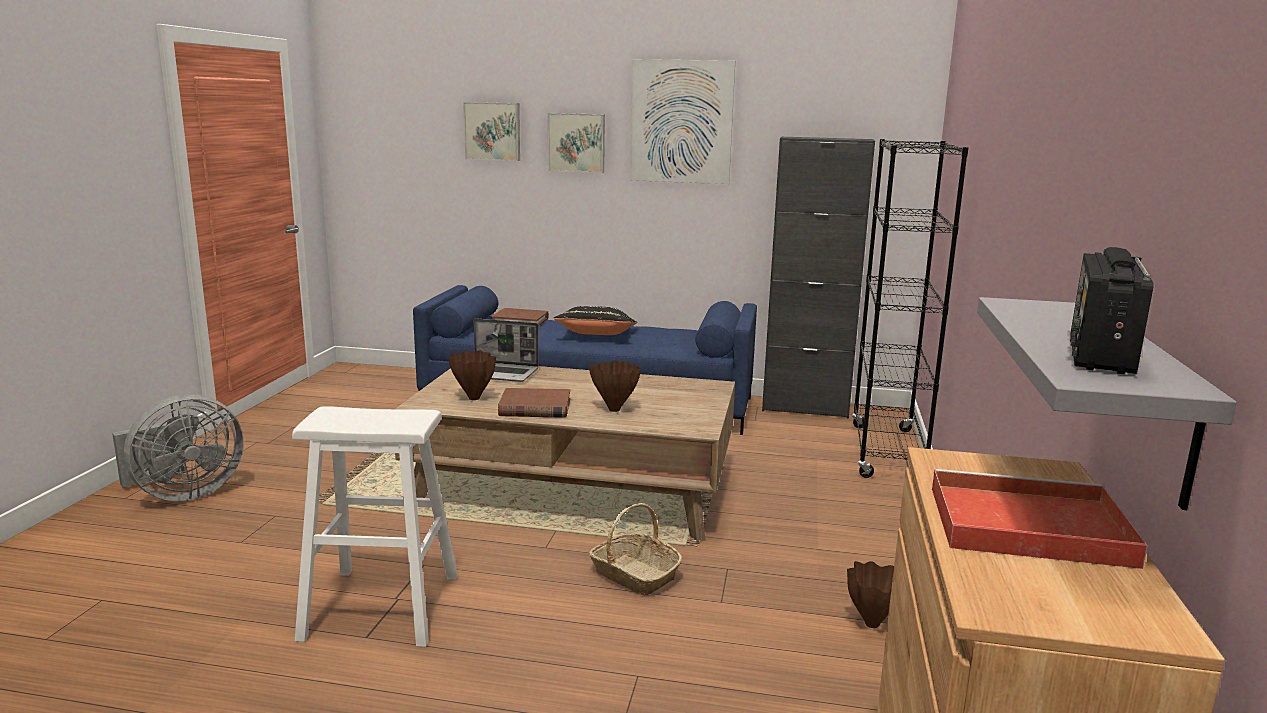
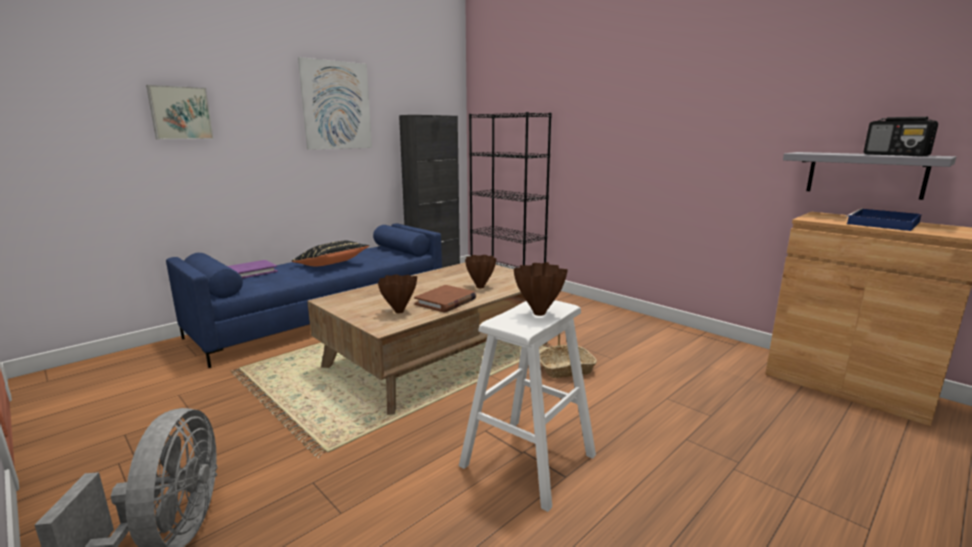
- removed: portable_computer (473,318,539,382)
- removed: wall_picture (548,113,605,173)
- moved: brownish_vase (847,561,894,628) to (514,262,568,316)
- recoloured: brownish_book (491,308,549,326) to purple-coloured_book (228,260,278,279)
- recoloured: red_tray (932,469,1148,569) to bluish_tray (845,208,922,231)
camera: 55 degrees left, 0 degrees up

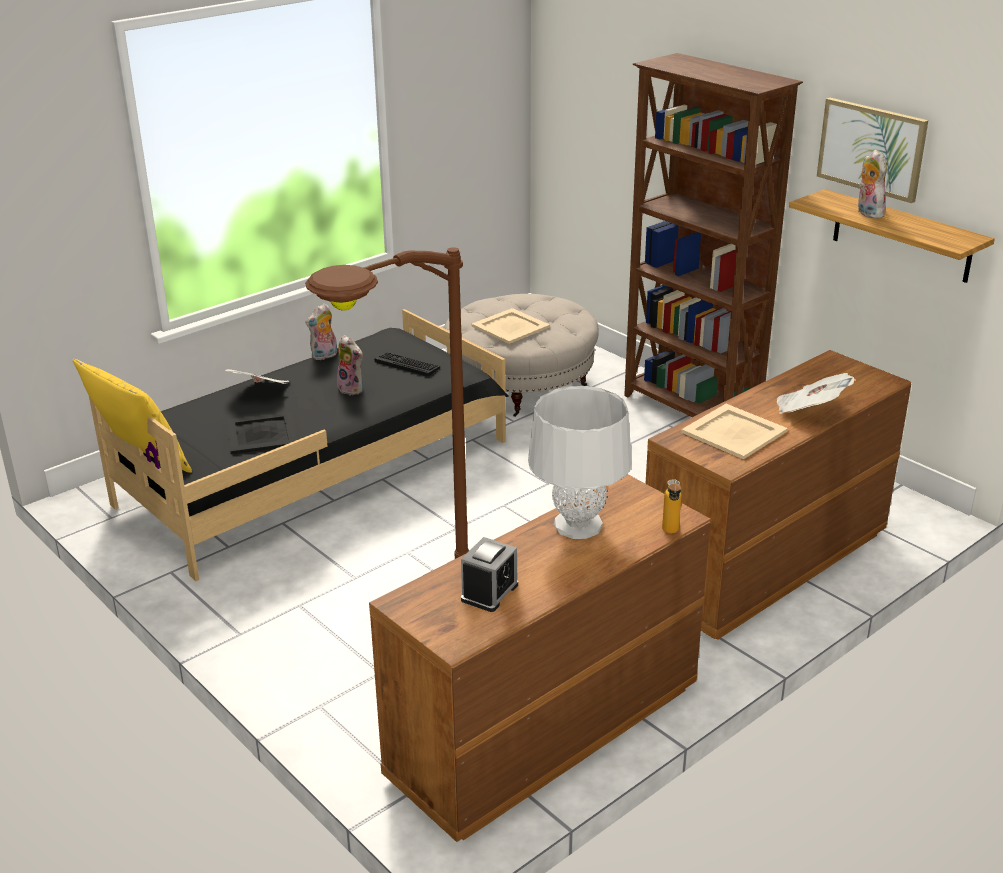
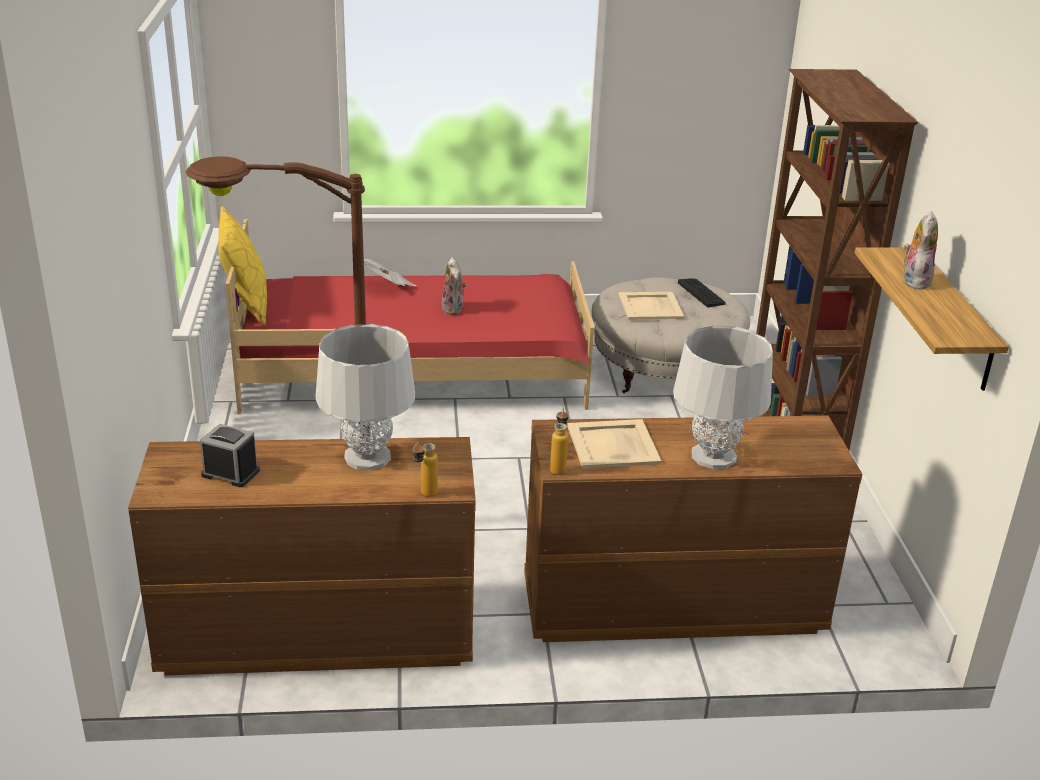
- removed: blackish_tray (226,412,297,454)
- removed: cuddly_toy (305,303,337,360)
- removed: wall_picture (817,98,928,203)
- added: beverage_bottle (550,407,568,475)
- moved: PC_keyboard (374,352,440,376) to (678,278,726,307)
- replaced: printed_paper (777,373,854,414) to gray_tabletop_lamp (673,325,773,469)
- recoloured: blackish_bed (89,309,509,581) to red_bed (225,219,594,415)
- turned: alarm_clock (461,537,518,612) = (200,424,260,487) 135 degrees counterclockwise
camera: 35 degrees right, 0 degrees up

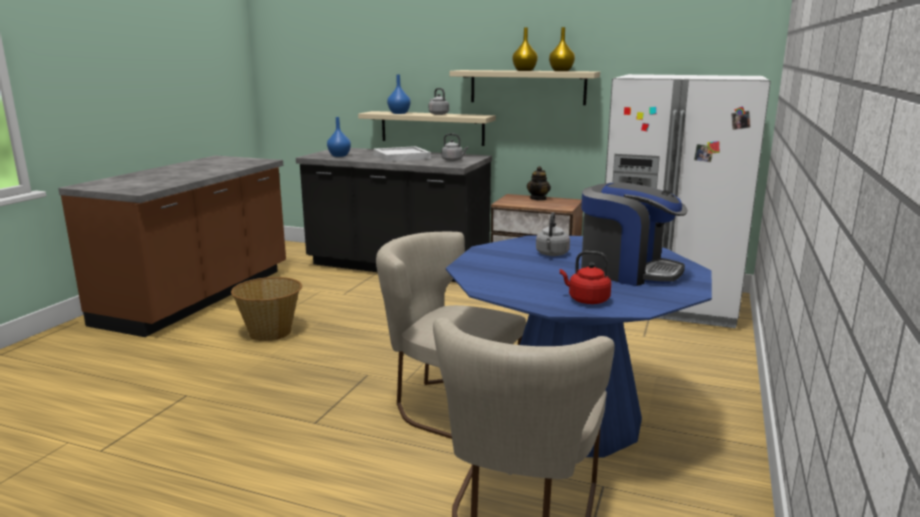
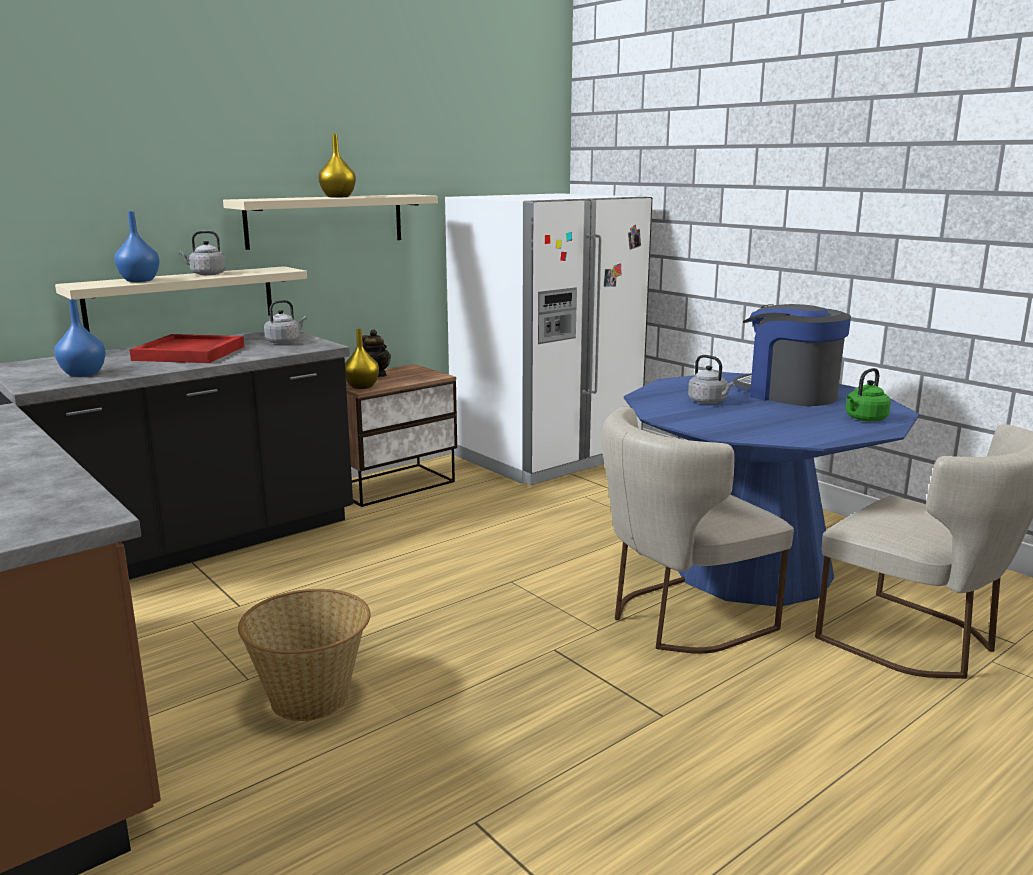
- moved: yellow_vase (549,27,575,71) to (345,329,379,389)
- recoloured: white_tray (373,146,431,162) to red_tray (130,334,244,363)
- recoloured: red_tea_kettle (560,251,611,304) to greenish_tea_kettle (846,368,891,422)
- turned: coffee_maker (581,182,688,286) = (733,304,851,406) 105 degrees counterclockwise
camera: 60 degrees left, 0 degrees up

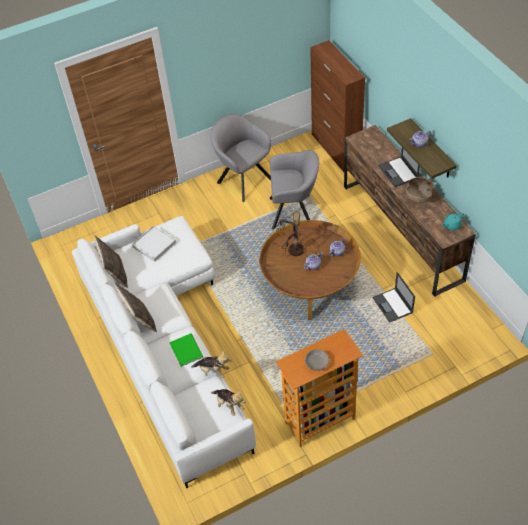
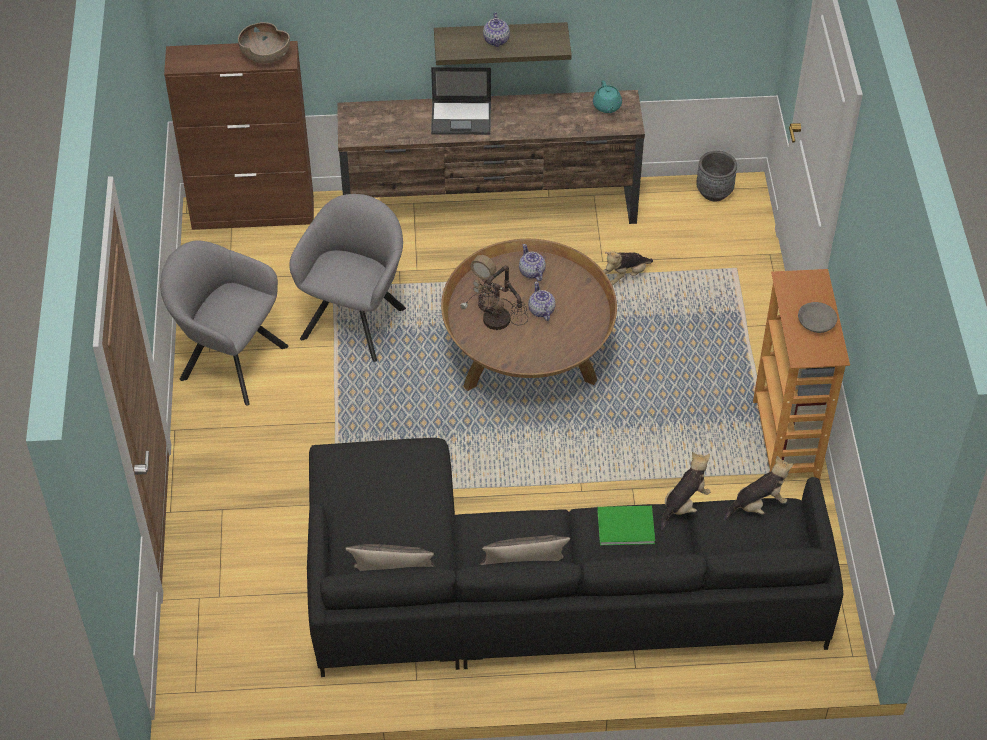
- removed: white_tray (132,226,176,262)
- added: gray_planter (696,151,737,201)
- moved: brownish_serving_bowl (406,177,434,203) to (238,22,290,64)
- replaced: portable_computer (372,272,415,323) to cuddly_toy (603,251,653,285)
- recoloured: white_couch (72,216,256,488) to blackish_couch (307,438,843,677)
- turned: gray_lounge_chair (210,114,271,202) = (160,240,288,406) 45 degrees clockwise
camera: 70 degrees left, 0 degrees up

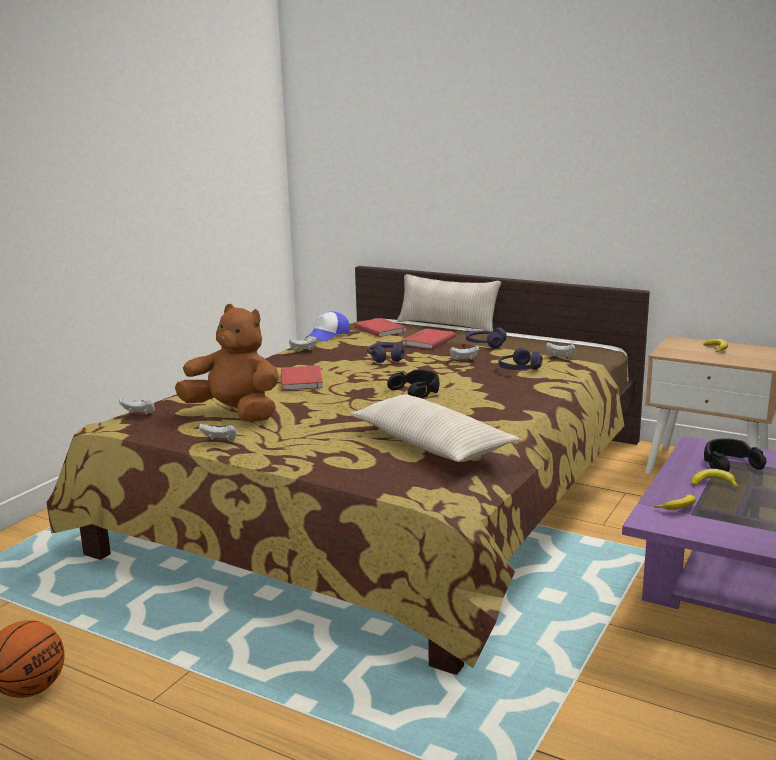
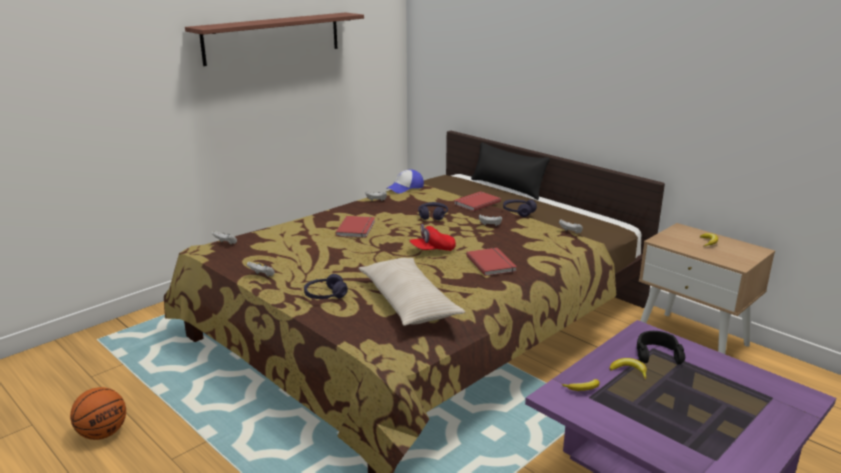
- removed: brownish_cuddly_toy (175,304,279,422)
- added: bracket_shelf (185,13,364,66)
- moved: red_book (354,318,407,337) to (466,248,517,276)
- moved: purple-coloured_headphones (498,348,542,370) to (304,274,348,299)
- replaced: blackish_headphones (387,370,439,398) to red_baseball_cap (410,224,456,251)
- recoloured: beige-coloured_throw_pillow (397,274,501,332) to blackish_throw_pillow (471,143,550,200)
camera: 15 degrees right, 5 degrees up

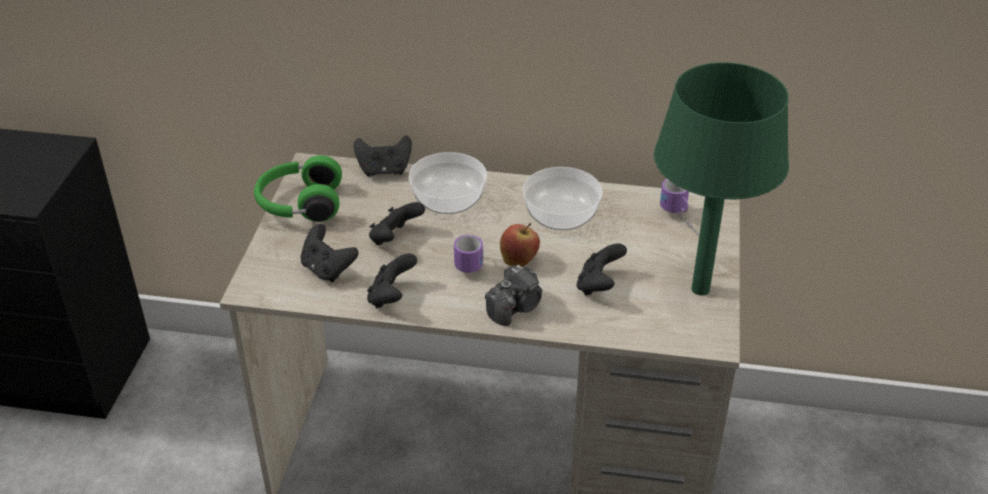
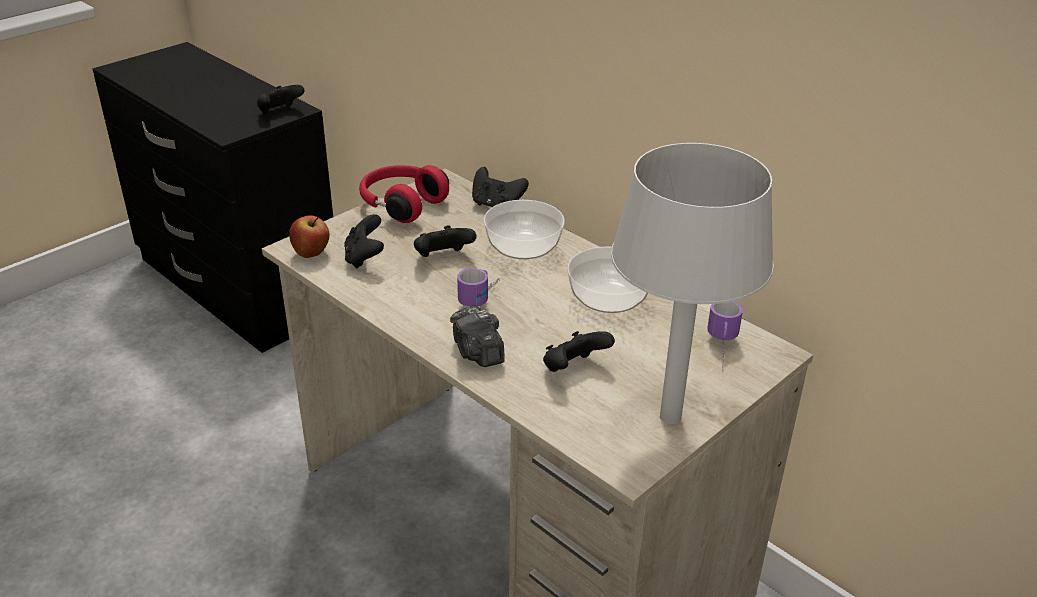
- moved: blackish_gamepad (367,253,417,308) to (257,85,304,114)
- moved: whole_apple (500,223,540,267) to (289,215,330,258)
- recoloured: greenish_headphones (254,155,342,222) to red_headphones (359,165,449,223)
- recoloured: greenish_tabletop_lamp (654,62,789,295) to gray_tabletop_lamp (611,143,774,424)
- turned: still_camera (485,265,542,326) = (450,305,505,367) 75 degrees clockwise
camera: 35 degrees right, 5 degrees down

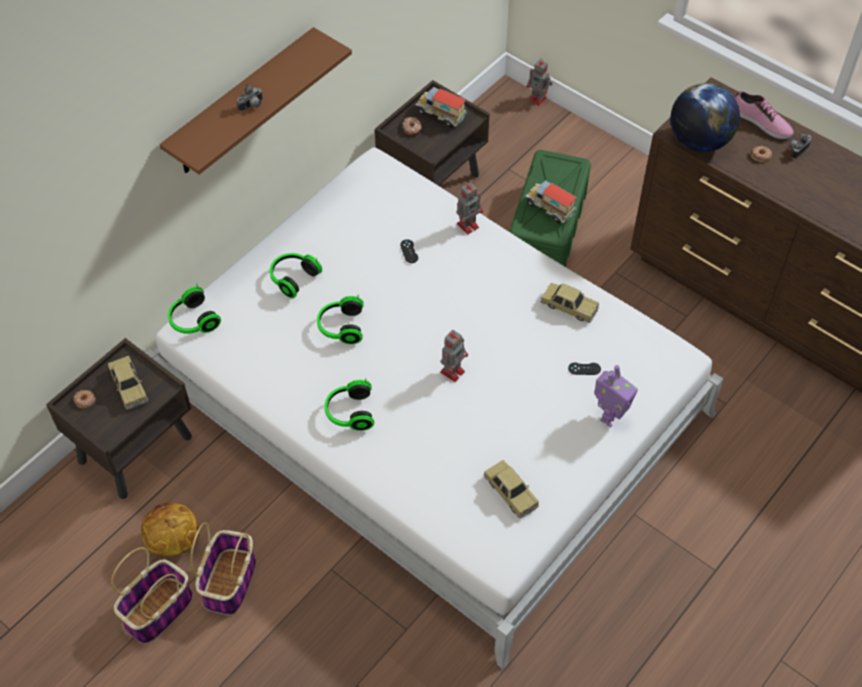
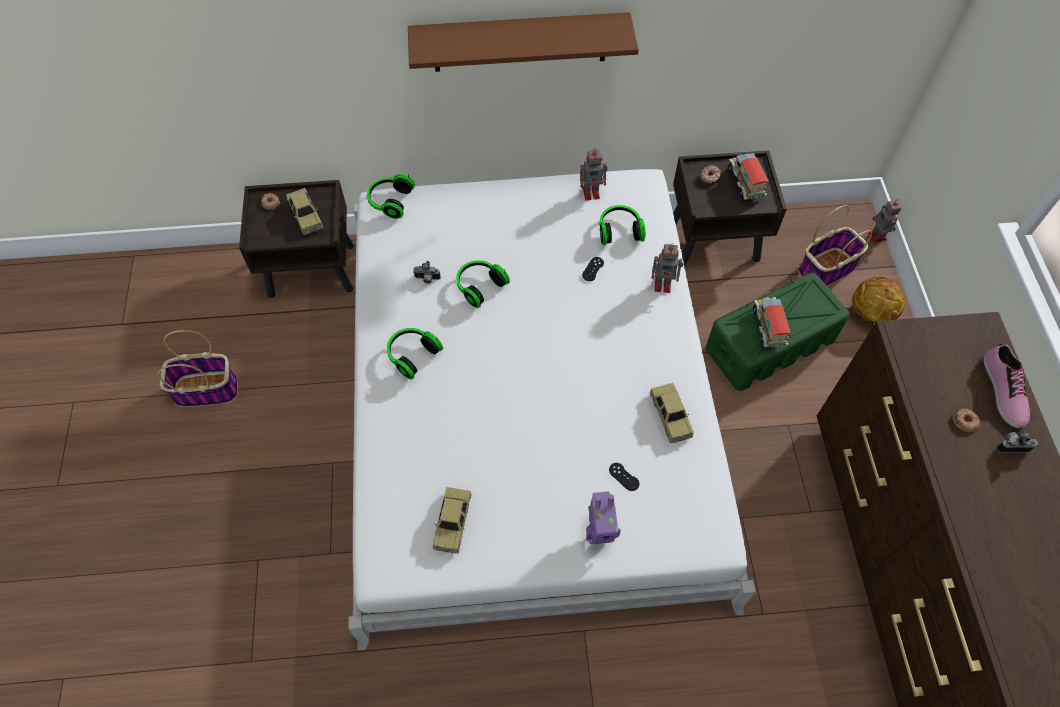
- removed: desk_globe (670,83,740,152)
- moved: basketball_ball (141,502,199,557) to (852,277,905,323)
- moved: storage_basket (190,522,256,615) to (798,205,872,286)
- moved: still_camera (237,84,263,112) to (413,261,441,284)
- moved: headphones (270,253,322,299) to (600,205,645,246)
- moved: robot_figure (440,330,468,382) to (580,148,608,200)
- turned: miniature_car (108,356,148,410) = (286,188,324,235) 45 degrees counterclockwise
camera: 45 degrees right, 5 degrees up

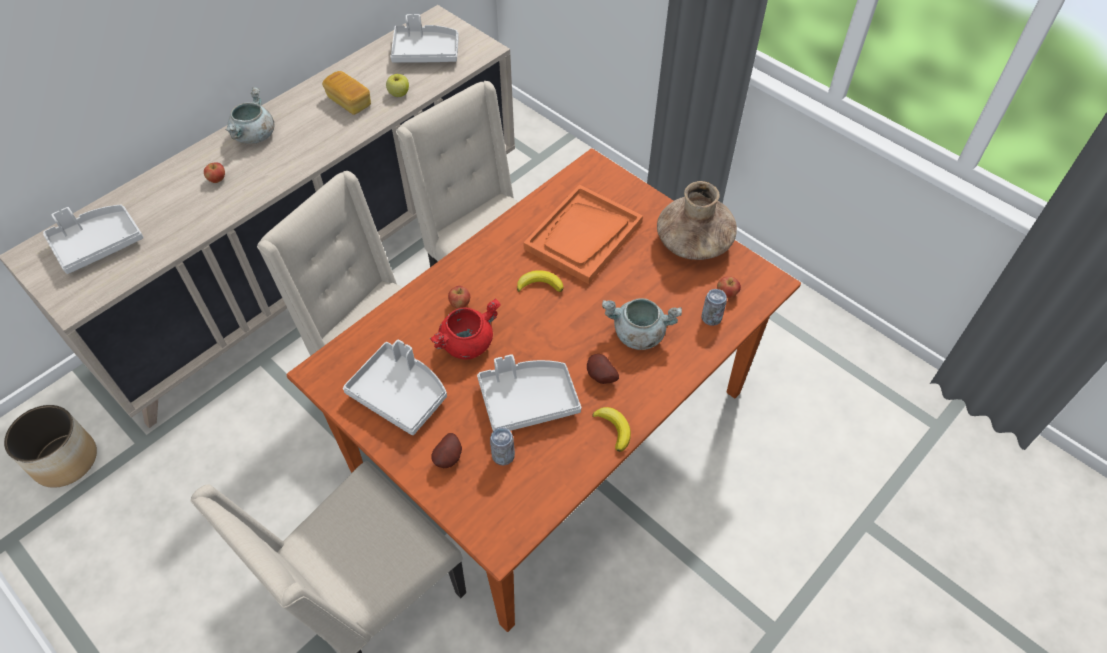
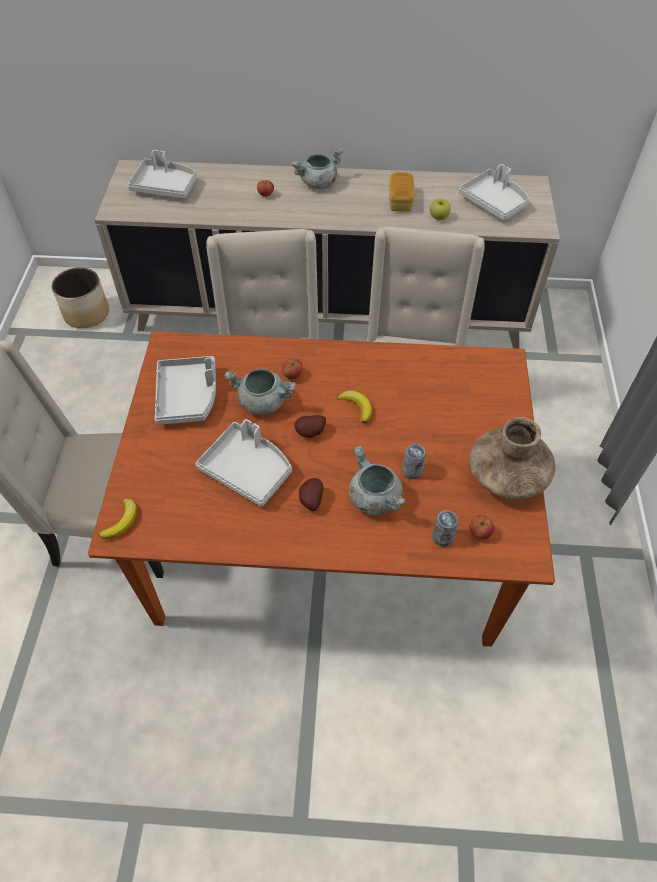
- removed: orangey_tray (524,184,643,284)
- moved: whole_potato (432,433,462,468) to (294,415,326,438)
- moved: can (490,427,515,465) to (402,444,426,479)
- moved: whole_banana (592,407,631,452) to (99,498,137,540)
- recoloured: red_cooking_pot (430,298,501,360) to gray_cooking_pot (224,368,296,415)
camera: 50 degrees right, 0 degrees up

